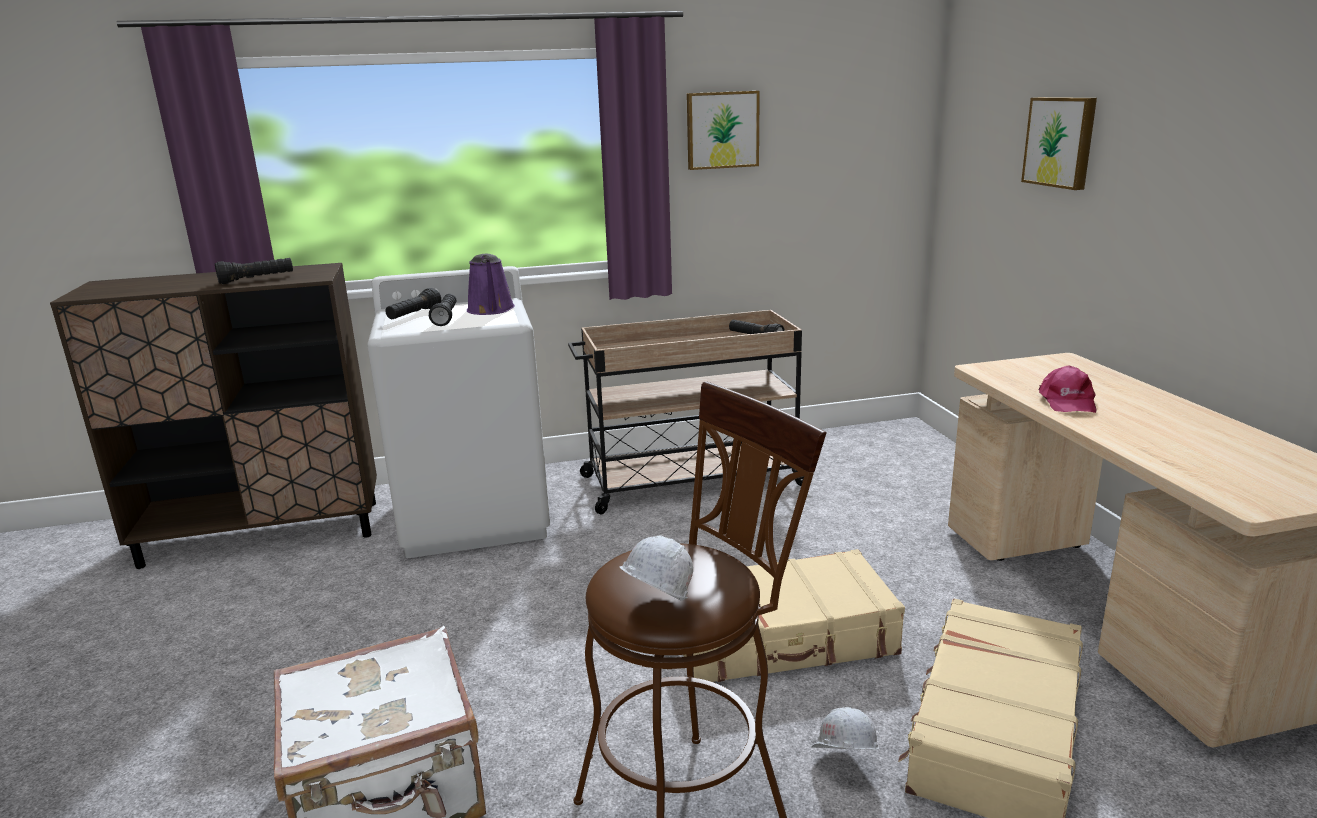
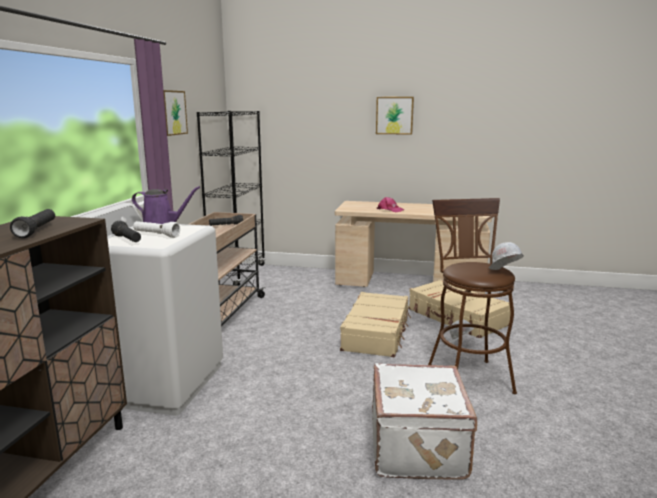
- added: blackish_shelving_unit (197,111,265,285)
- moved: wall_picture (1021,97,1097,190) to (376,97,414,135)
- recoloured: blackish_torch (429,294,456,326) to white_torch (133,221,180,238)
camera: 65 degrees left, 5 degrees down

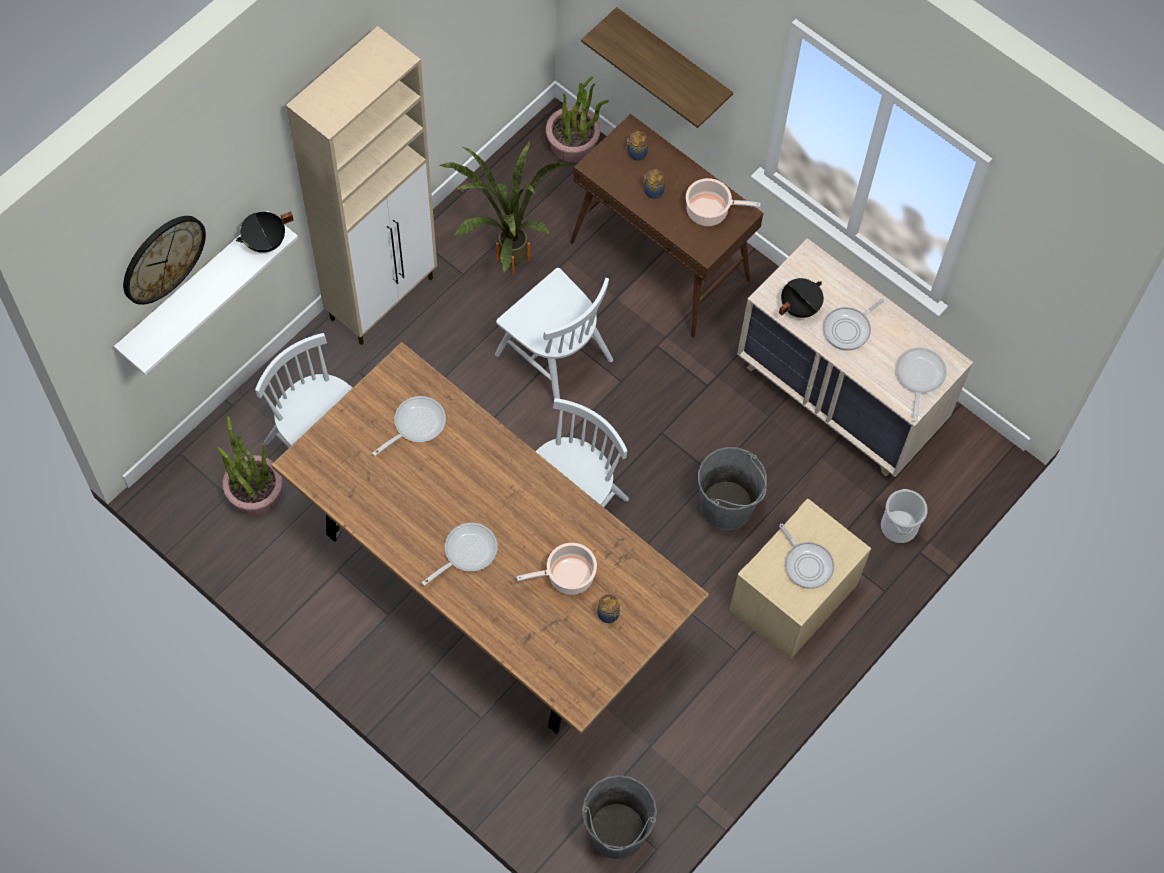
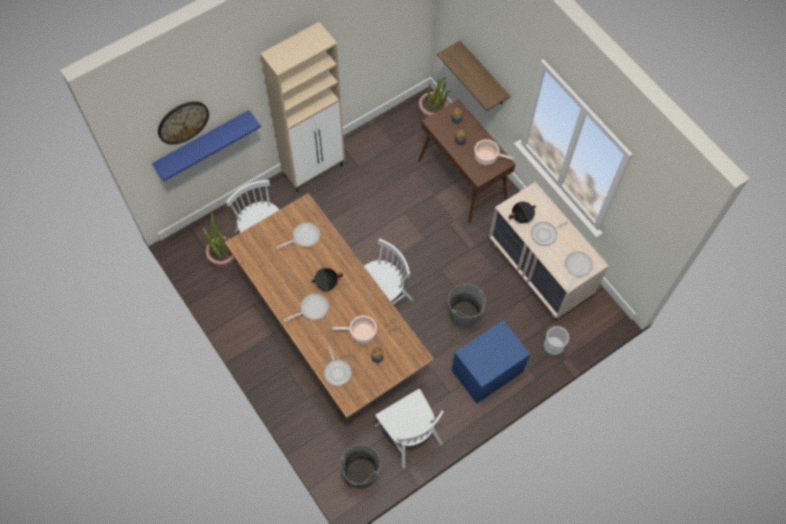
- removed: potted_plant (439,140,572,275)
- moved: blackish_cooking_pot (236,211,294,253) to (311,268,343,290)
- moved: white_upright_chair (495,268,613,399) to (375,389,444,468)
- moved: pan (779,524,834,589) to (324,346,352,386)
- recoloured: white_bracket_shelf (114,211,298,375) to bluish_bracket_shelf (152,110,261,181)
- recoloured: beige-coloured_night_table (729,499,871,660) to bluish_night_table (452,320,530,404)
camera: 15 degrees right, 0 degrees up

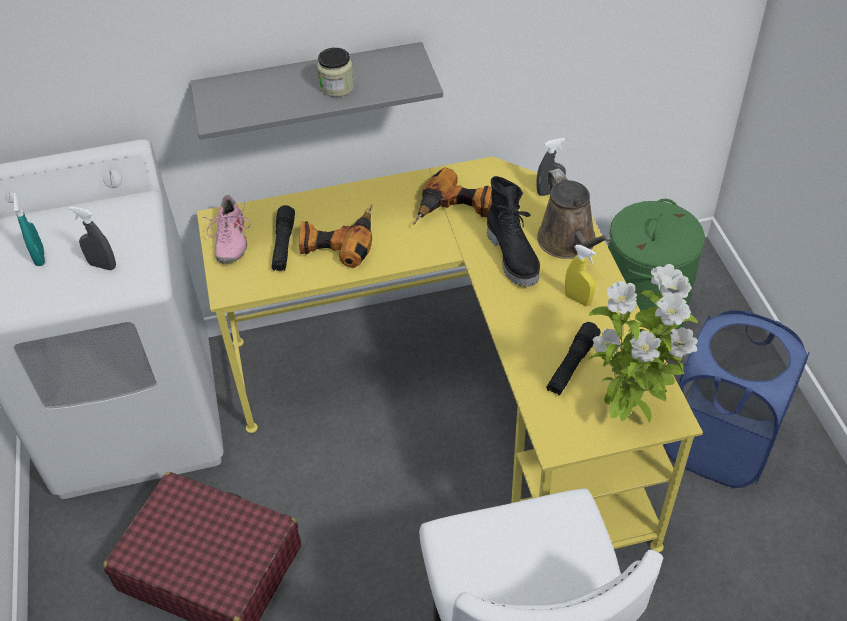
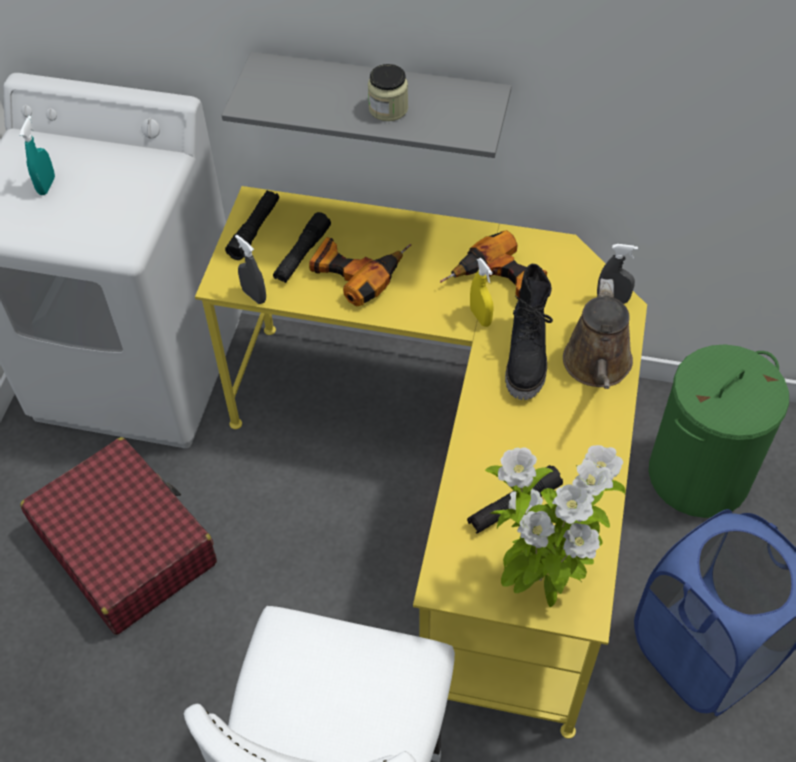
- moved: gray_sprayer (69,206,116,270) to (235,235,266,304)
- moved: yellow_sprayer (565,245,596,306) to (470,258,494,327)
- replaced: pinkish_low_shoe (202,195,250,263) to blackish_torch (225,190,279,260)
camera: 25 degrees right, 5 degrees up

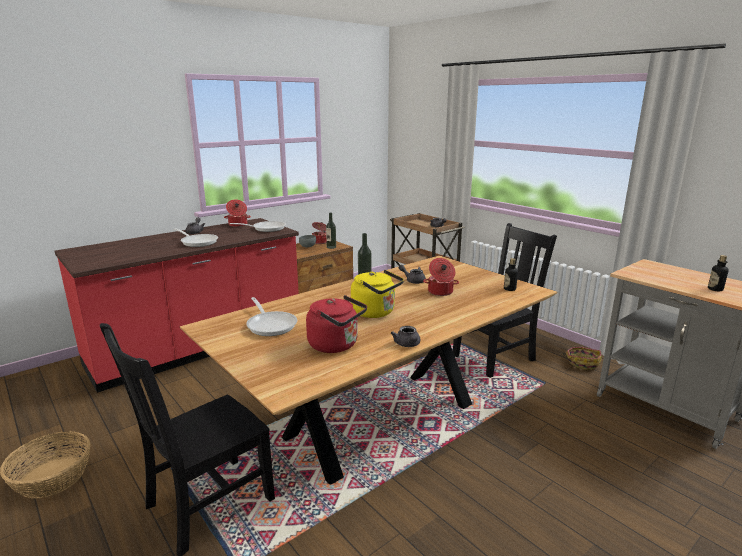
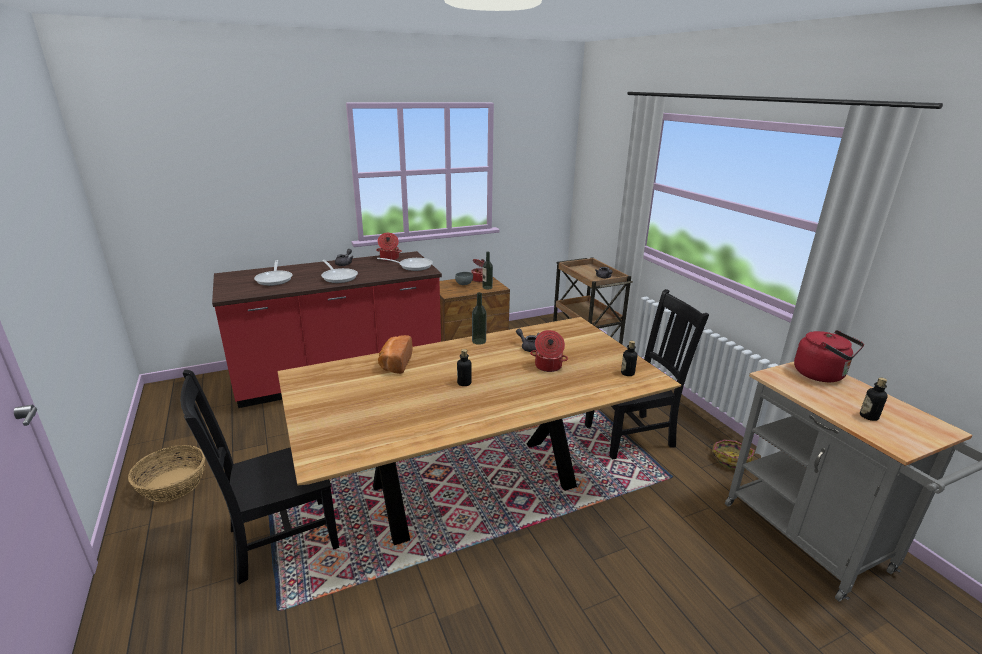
- removed: gray_tea_pot (391,326,420,347)
- added: bakery_bread (378,335,412,374)
- moved: pan (246,297,297,336) to (254,260,292,286)
- moved: red_tea_kettle (306,295,367,353) to (794,330,864,382)
- replaced: yellow_tea_kettle (351,270,404,318) to beverage_bottle (457,349,472,386)
camera: 15 degrees right, 5 degrees up

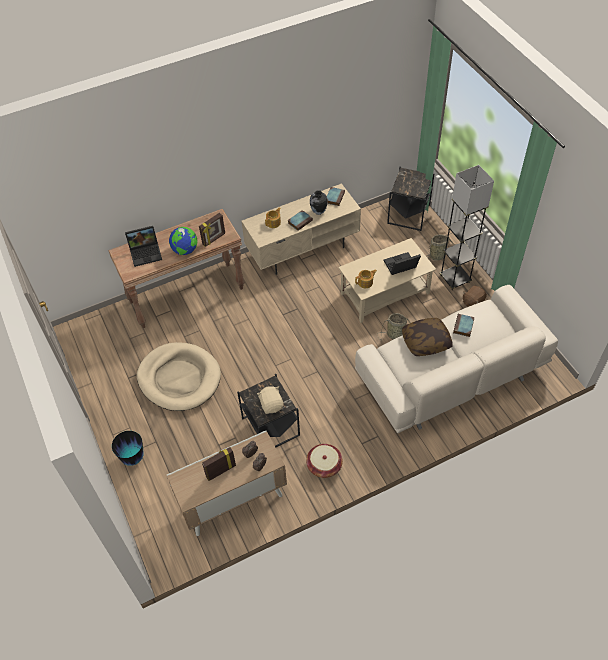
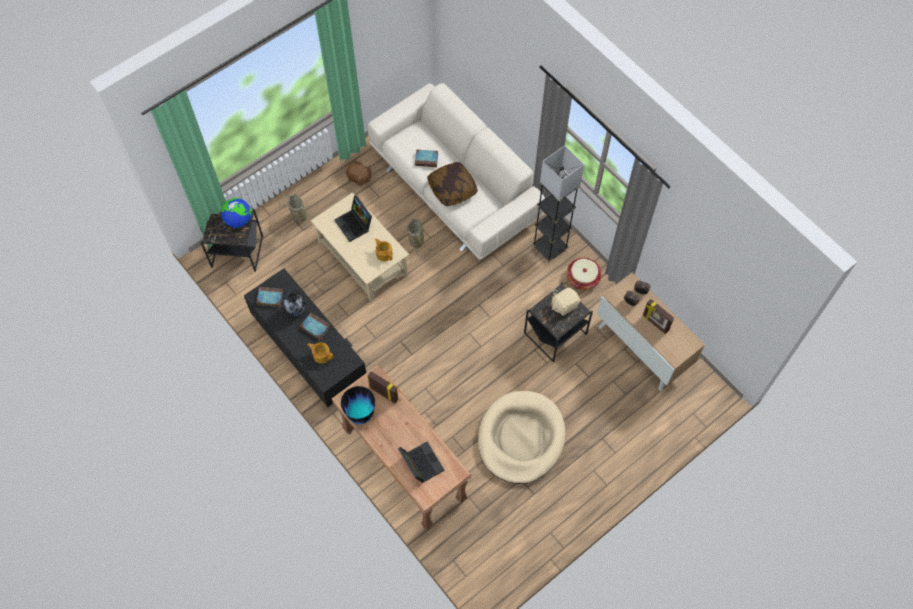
- moved: vase (112,431,144,466) to (341,386,375,424)
- moved: desk_globe (169,227,197,255) to (221,198,252,228)
- moved: gray_standing_lamp (439,165,494,290) to (532,145,584,262)
- recoloured: beige-coloured_tv_stand (241,183,361,275) to blackish_tv_stand (244,268,366,407)
camera: 105 degrees left, 10 degrees up

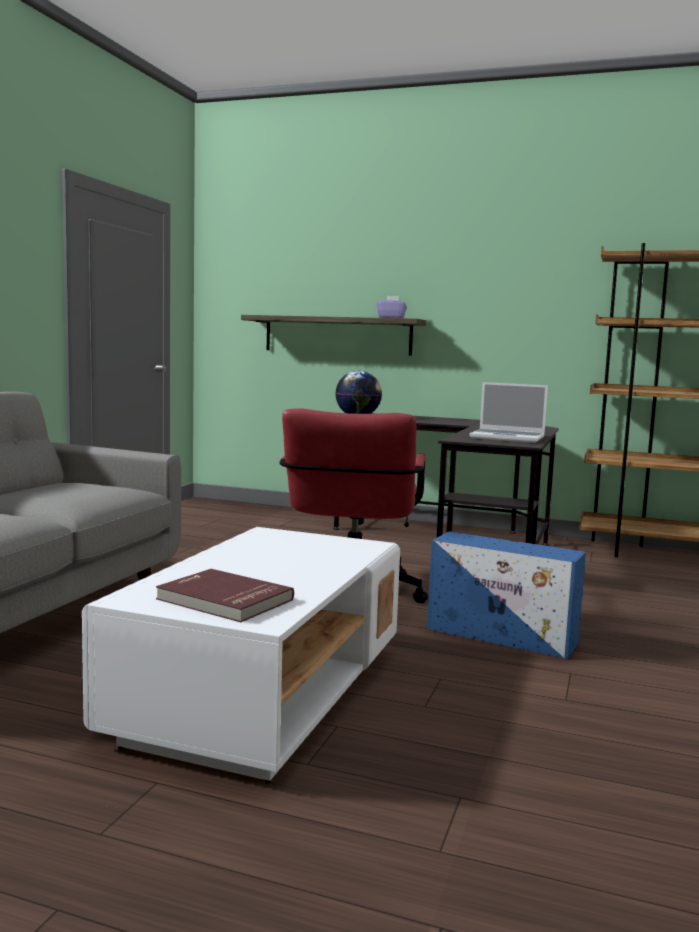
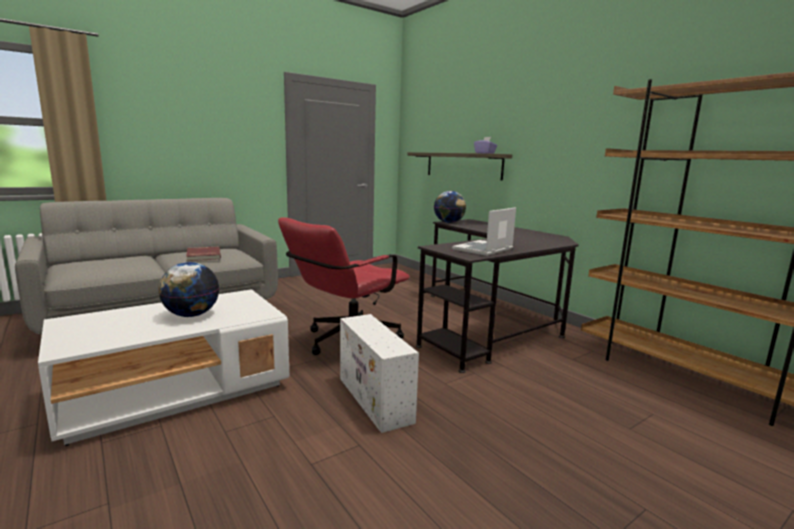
- added: desk_globe (158,262,219,317)
- moved: red_book (156,569,294,622) to (186,247,221,261)
- recoloured: bluish_storage_bin (427,531,586,659) to white_storage_bin (340,314,419,433)
- turned: portable_computer (469,382,548,443) = (452,207,516,256) 75 degrees clockwise
camera: 35 degrees right, 5 degrees up

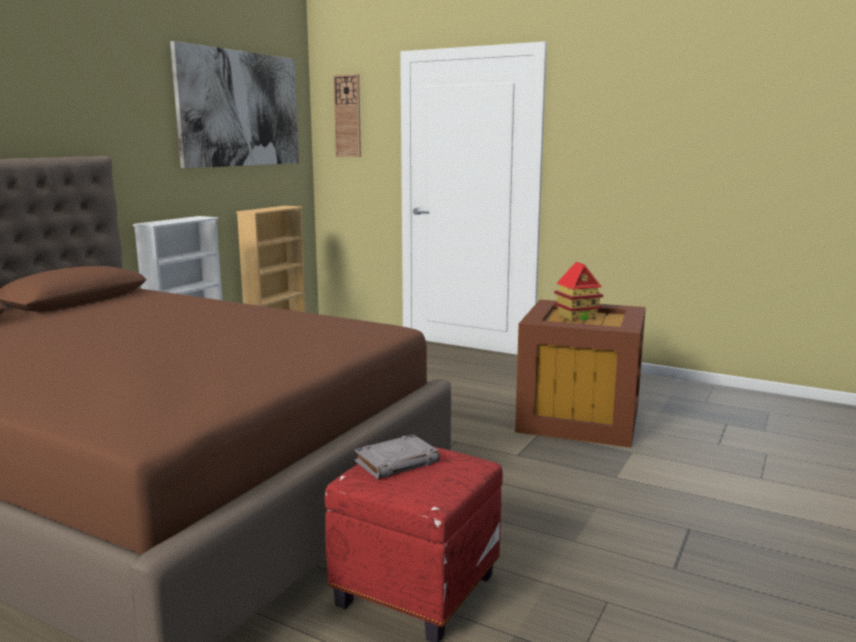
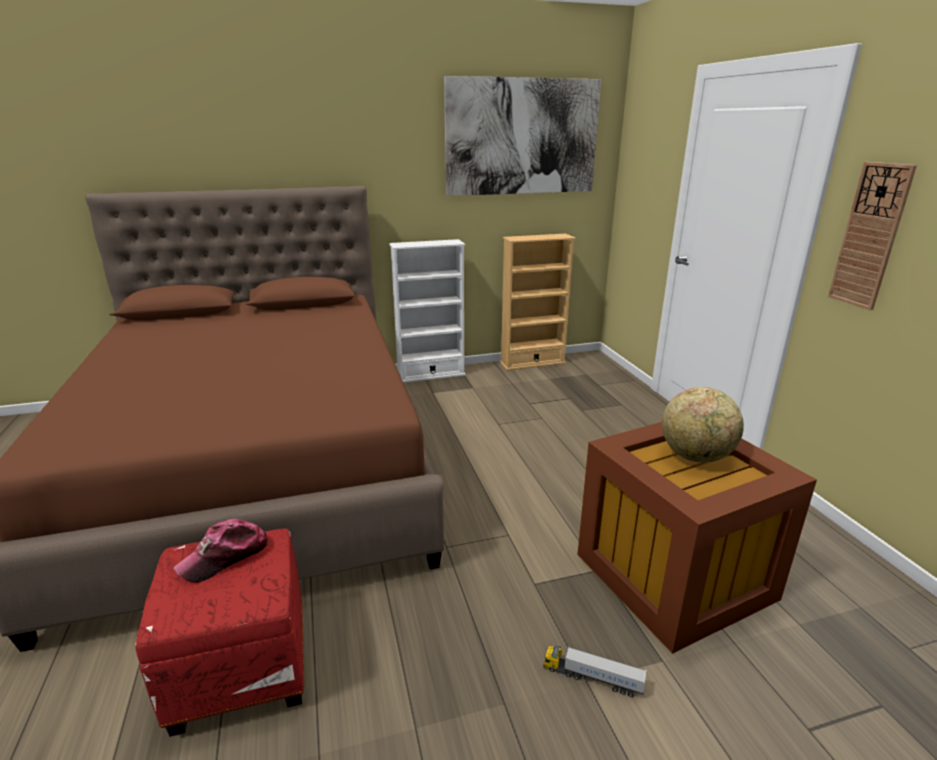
- added: toy_lorry (543,646,647,697)
- moved: wall_clock (333,74,361,157) to (828,162,917,310)
- replaced: gray_book (354,434,440,479) to baseball_cap (174,519,269,583)
- replaced: toy_house (554,262,603,321) to desk_globe (662,387,744,463)
camera: 45 degrees right, 10 degrees up

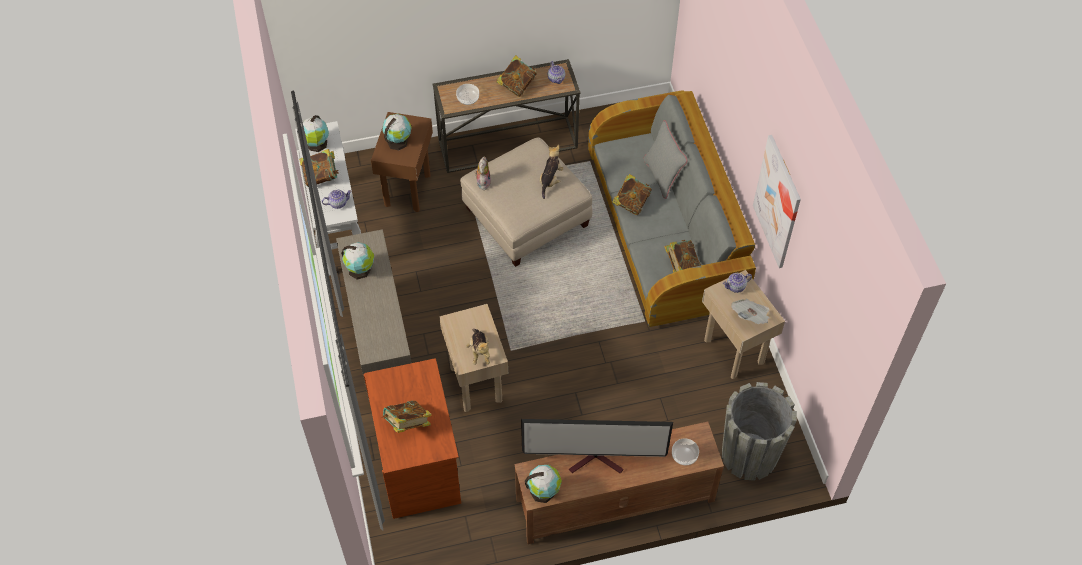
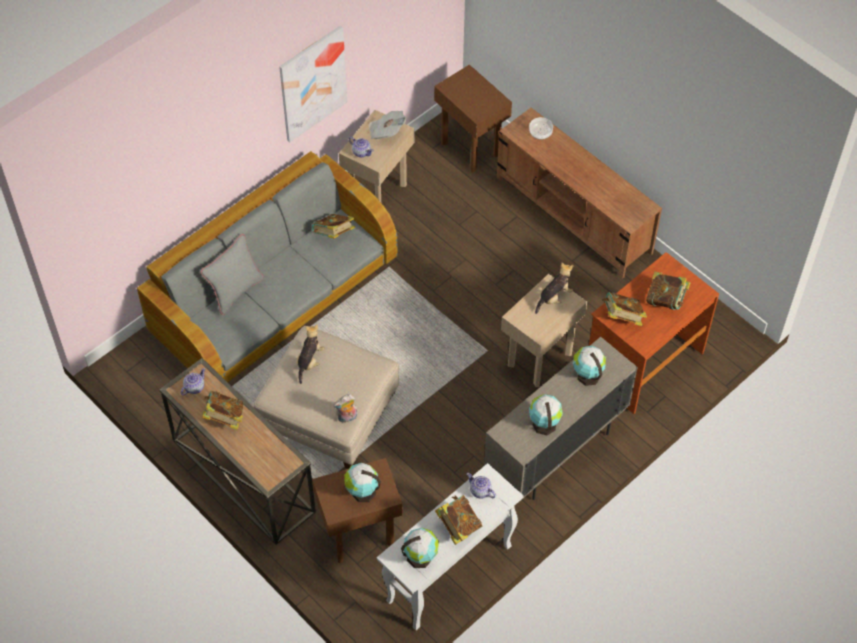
- removed: serving_bowl (456,84,479,105)
- removed: TV_set (521,419,673,474)
- moved: desk_globe (525,465,562,503) to (573,346,606,386)
- moved: book (612,174,652,215) to (603,292,647,326)
- replaced: gray_planter (722,382,797,481) to brownish_side_table (434,64,512,172)
- turned: cuddly_toy (540,145,564,199) = (296,324,324,384) 120 degrees clockwise
camera: 120 degrees left, 0 degrees up

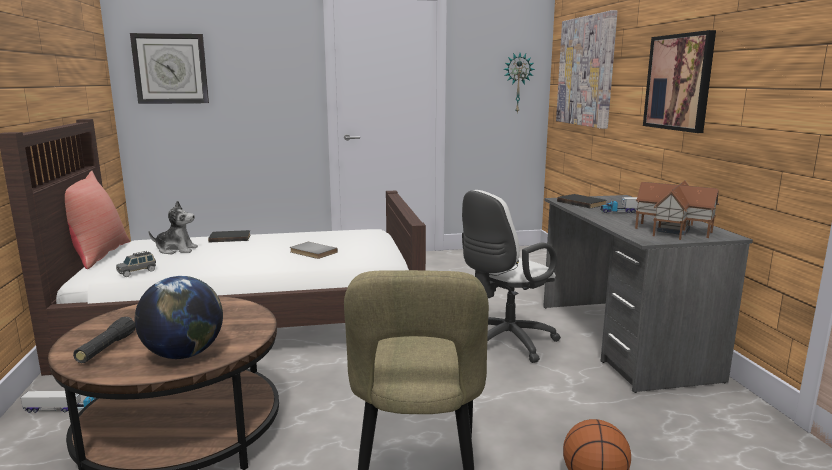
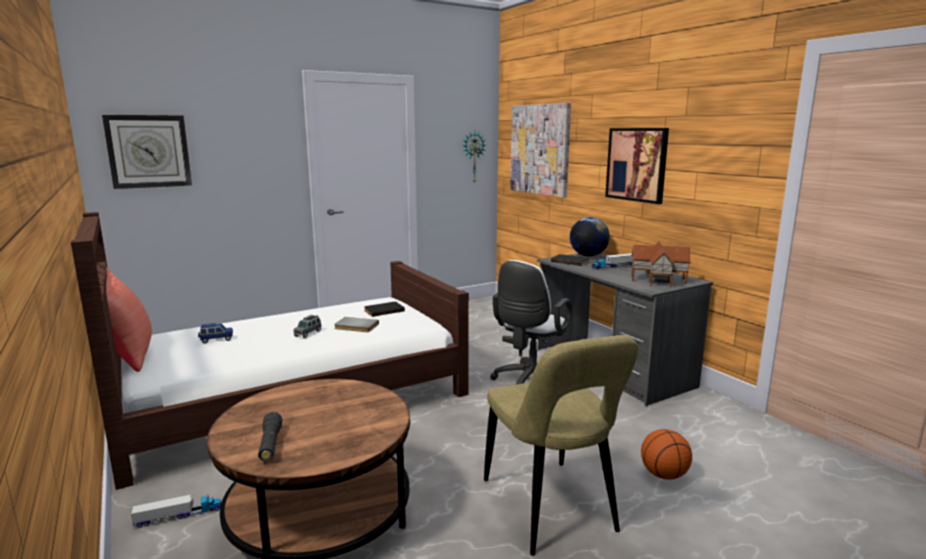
- moved: gray_miniature_car (116,251,156,277) to (293,315,322,338)
- moved: desk_globe (134,276,223,359) to (570,217,610,256)
- moved: blackish_book (208,230,250,242) to (364,302,405,317)
- replaced: cuddly_toy (148,201,198,254) to bluish_miniature_car (198,323,233,344)
camera: 20 degrees left, 0 degrees up

